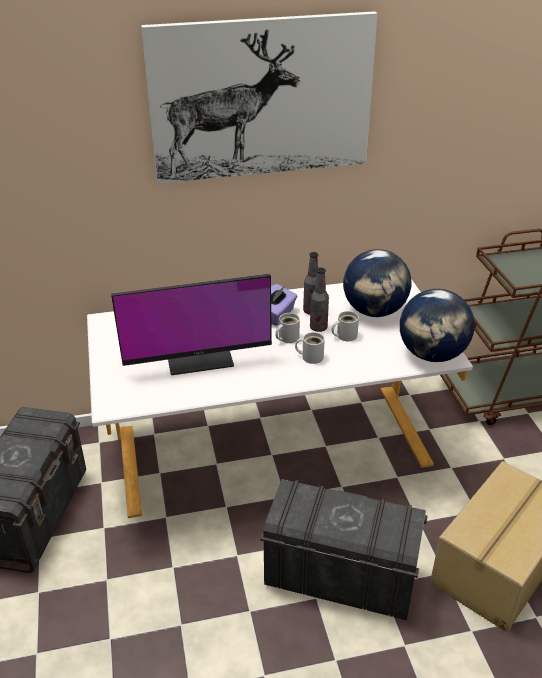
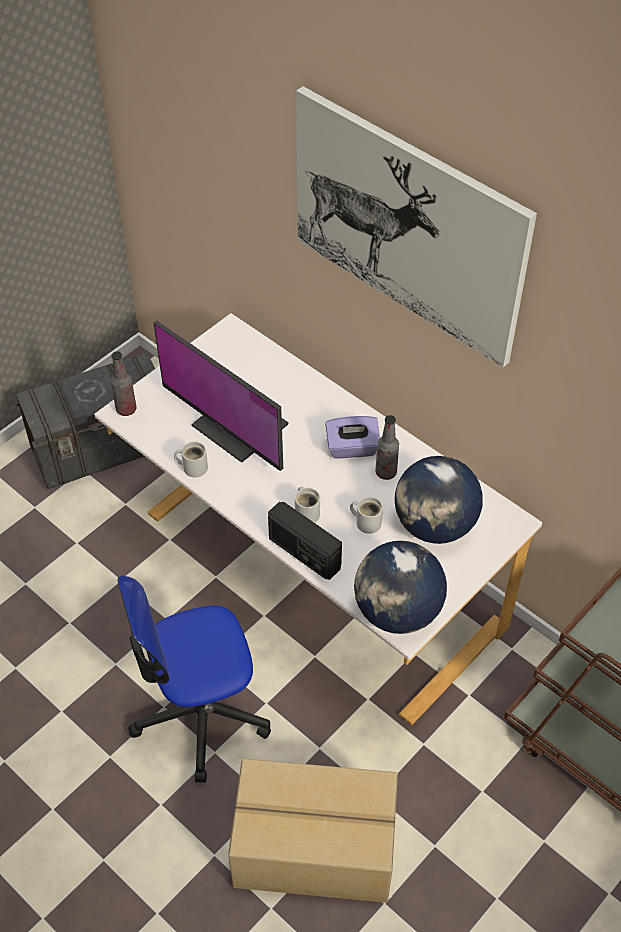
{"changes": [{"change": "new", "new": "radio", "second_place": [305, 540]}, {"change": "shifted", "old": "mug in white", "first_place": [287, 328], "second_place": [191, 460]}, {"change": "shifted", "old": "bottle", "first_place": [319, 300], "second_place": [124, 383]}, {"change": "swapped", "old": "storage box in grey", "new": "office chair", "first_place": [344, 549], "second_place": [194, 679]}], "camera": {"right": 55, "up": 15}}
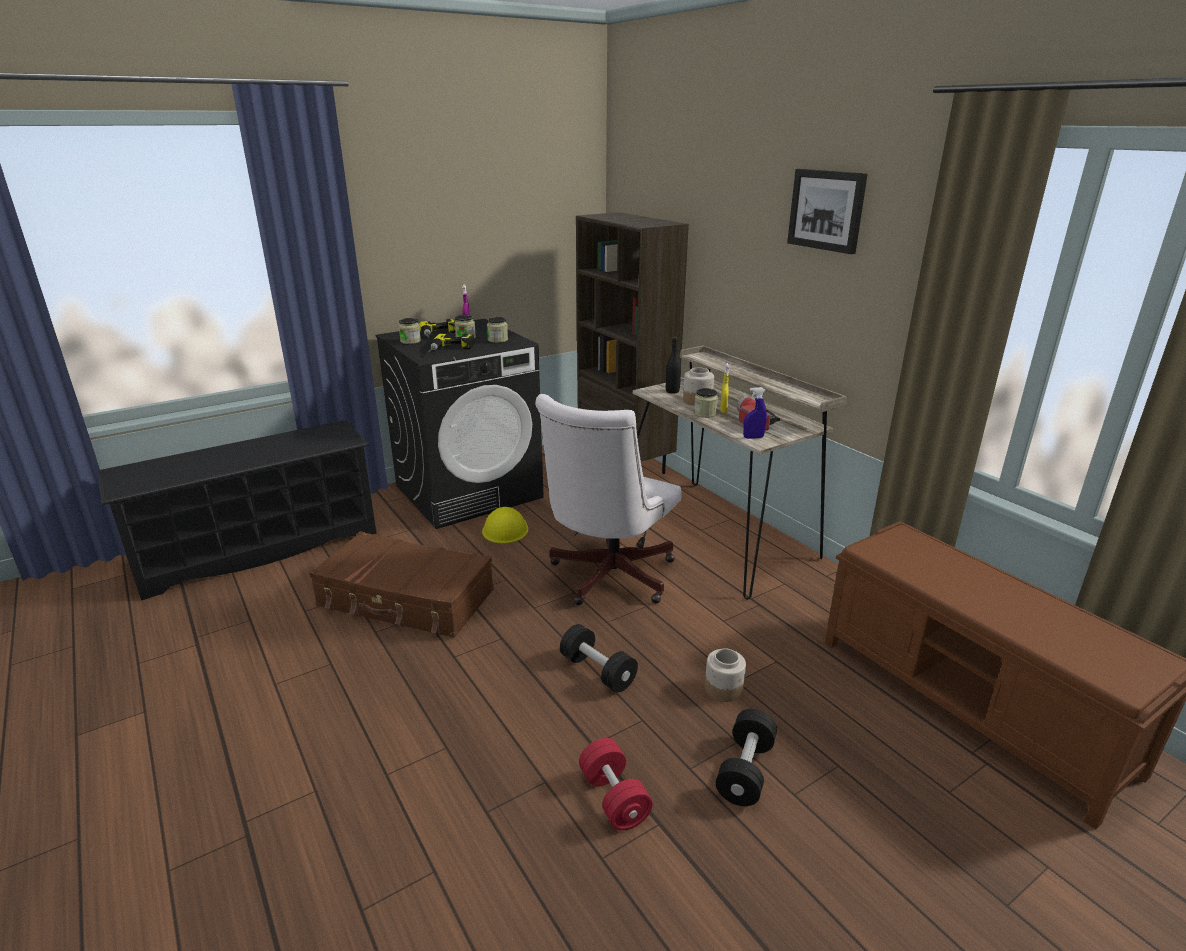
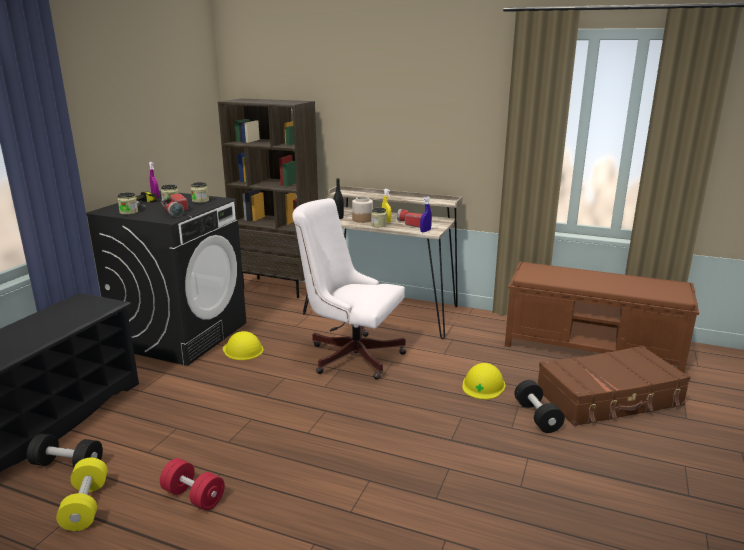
{"changes": [{"change": "gone", "old": "picture", "first_place": [827, 211]}, {"change": "new", "new": "dumbbell in yellow", "second_place": [82, 494]}, {"change": "shifted", "old": "suitcase in brown", "first_place": [401, 584], "second_place": [614, 386]}, {"change": "shifted", "old": "dumbbell in black", "first_place": [599, 658], "second_place": [65, 450]}, {"change": "shifted", "old": "dumbbell in red", "first_place": [616, 784], "second_place": [192, 484]}, {"change": "swapped", "old": "power drill", "new": "flashlight", "first_place": [451, 343], "second_place": [174, 205]}, {"change": "swapped", "old": "jar", "new": "hard hat in yellow", "first_place": [725, 675], "second_place": [483, 381]}, {"change": "rotated", "old": "office chair in white", "first_place": [608, 499], "second_place": [349, 289], "degrees": 120}], "camera": {"right": -35, "up": -5}}
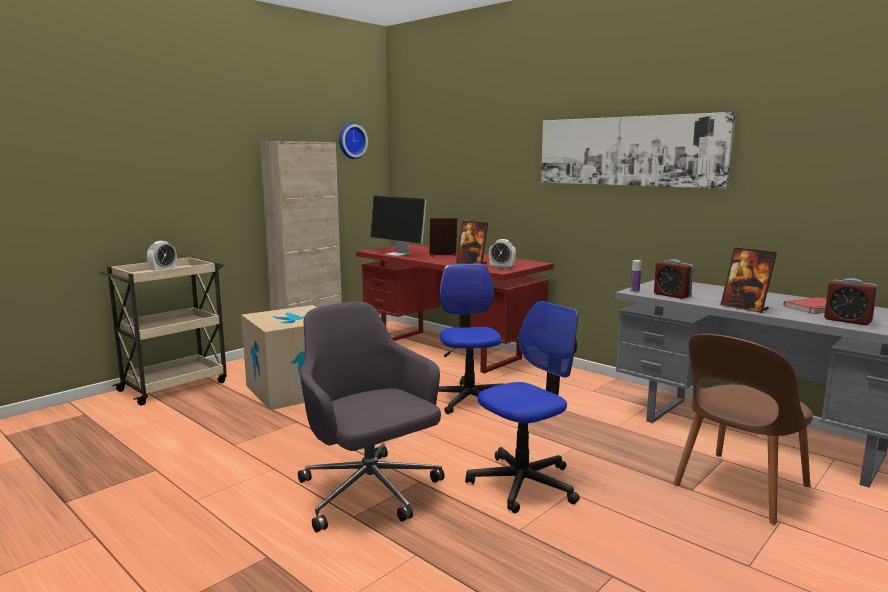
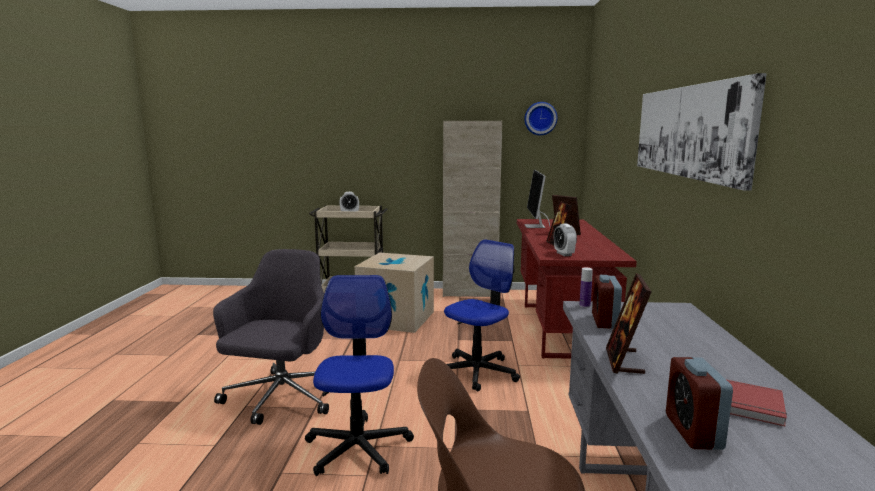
{"changes": [{"change": "rotated", "old": "office chair", "first_place": [522, 407], "second_place": [359, 375], "degrees": -105}], "camera": {"right": 50, "up": 0}}
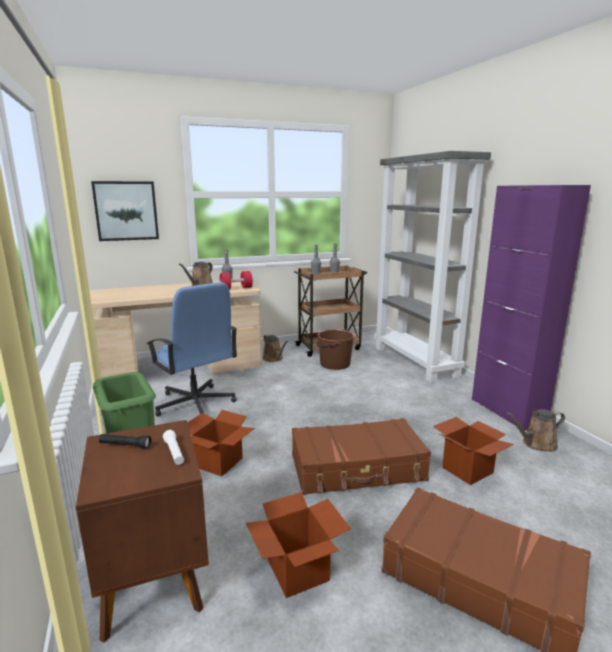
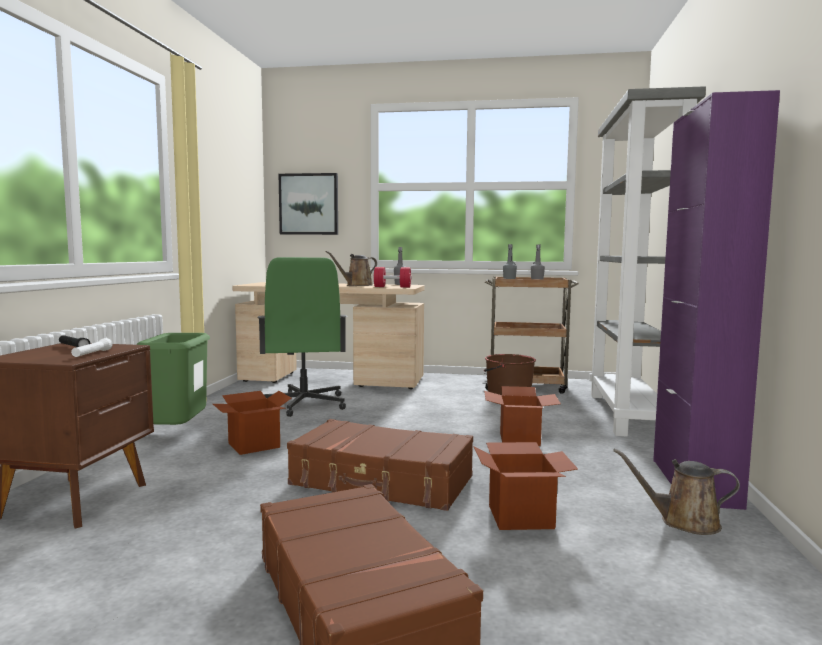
{"changes": [{"change": "gone", "old": "watering can in brown", "first_place": [275, 348]}, {"change": "shifted", "old": "cardboard box", "first_place": [298, 545], "second_place": [522, 416]}, {"change": "repainted", "old": "office chair in blue", "new": "office chair in green", "first_place": [192, 349], "second_place": [302, 337]}], "camera": {"right": 30, "up": -10}}
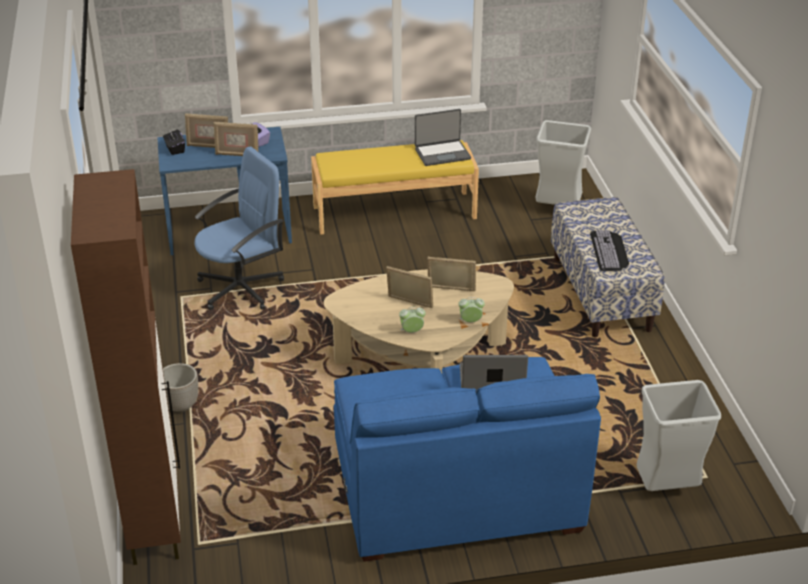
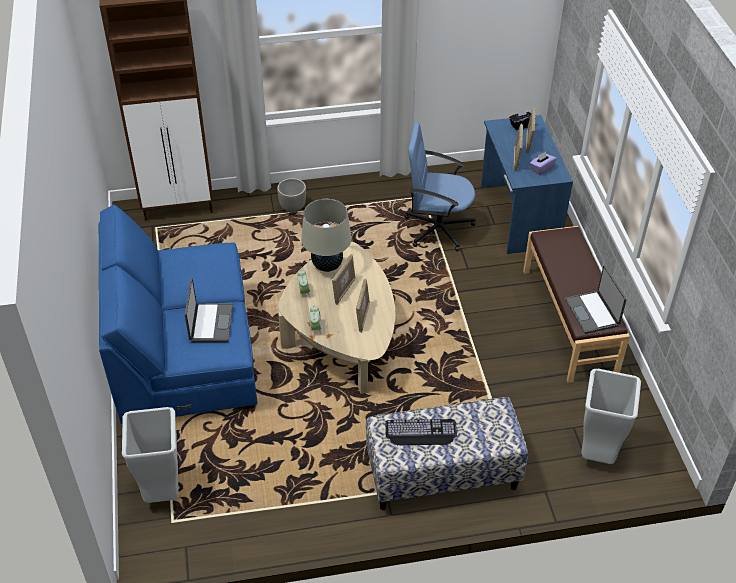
{"changes": [{"change": "new", "new": "table lamp in beige", "second_place": [326, 235]}, {"change": "repainted", "old": "bench in yellow", "new": "bench in brown", "first_place": [395, 187], "second_place": [576, 304]}, {"change": "rotated", "old": "office chair in blue", "first_place": [239, 228], "second_place": [440, 186], "degrees": 135}], "camera": {"right": 90, "up": 10}}
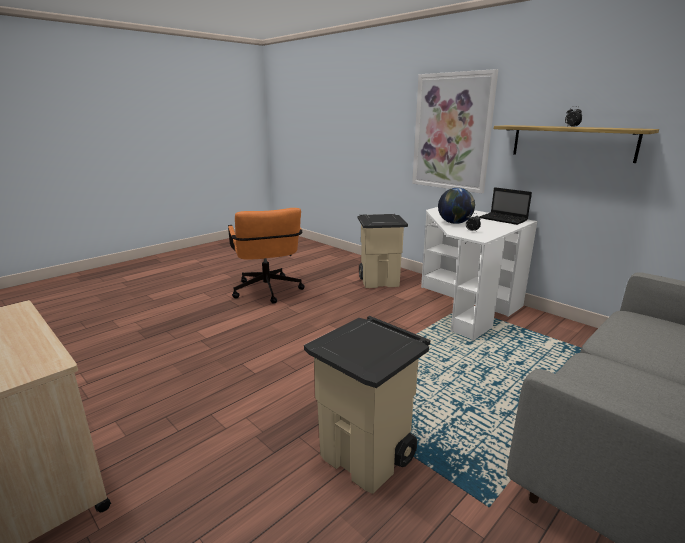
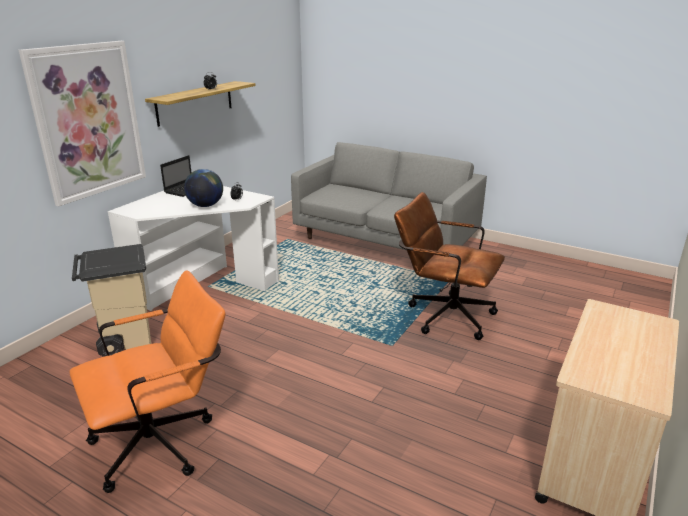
{"changes": [{"change": "swapped", "old": "trash can in beige", "new": "office chair in brown", "first_place": [367, 405], "second_place": [449, 266]}], "camera": {"right": -105, "up": 5}}
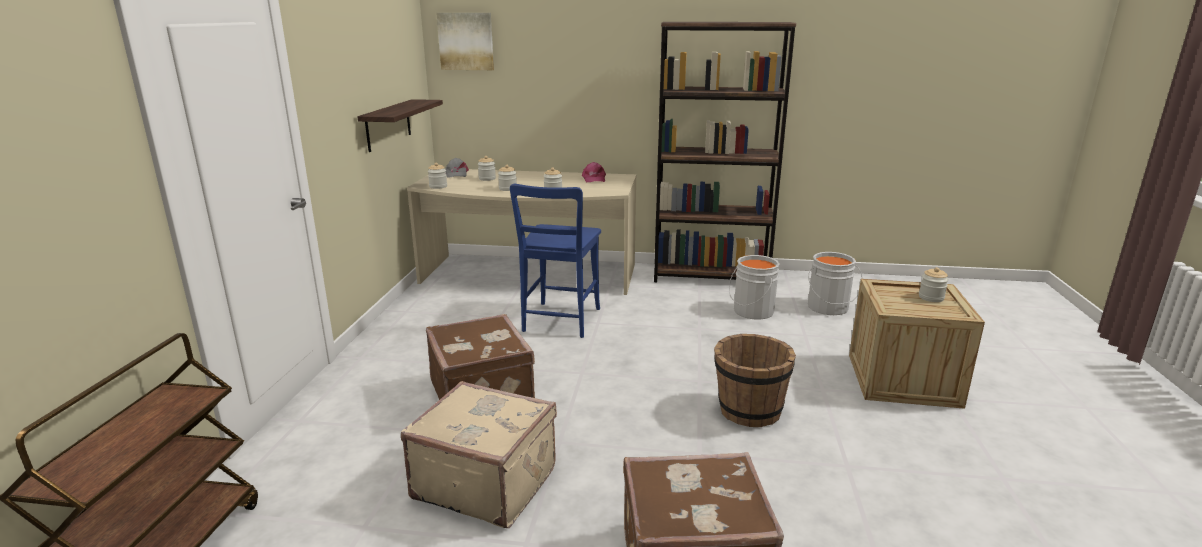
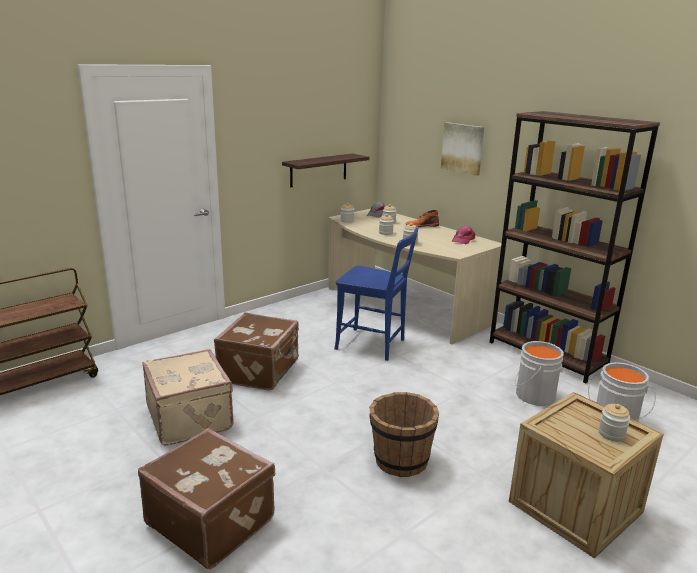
{"changes": [{"change": "new", "new": "boot in orange", "second_place": [422, 218]}, {"change": "shifted", "old": "picture", "first_place": [465, 41], "second_place": [462, 149]}, {"change": "rotated", "old": "chair in blue", "first_place": [555, 261], "second_place": [376, 294], "degrees": -120}], "camera": {"right": 40, "up": 0}}
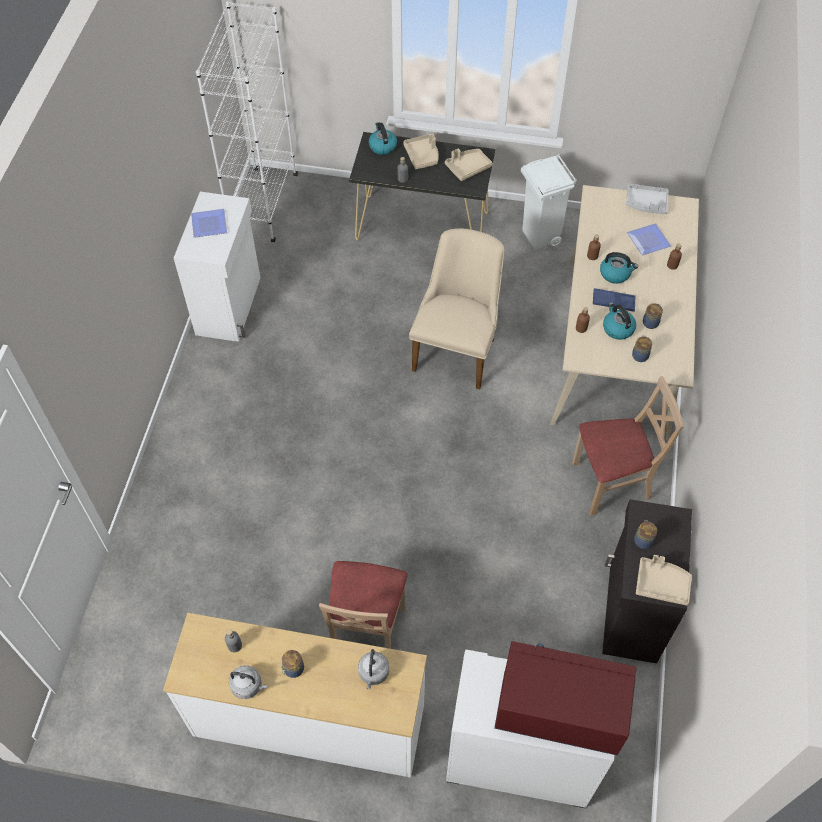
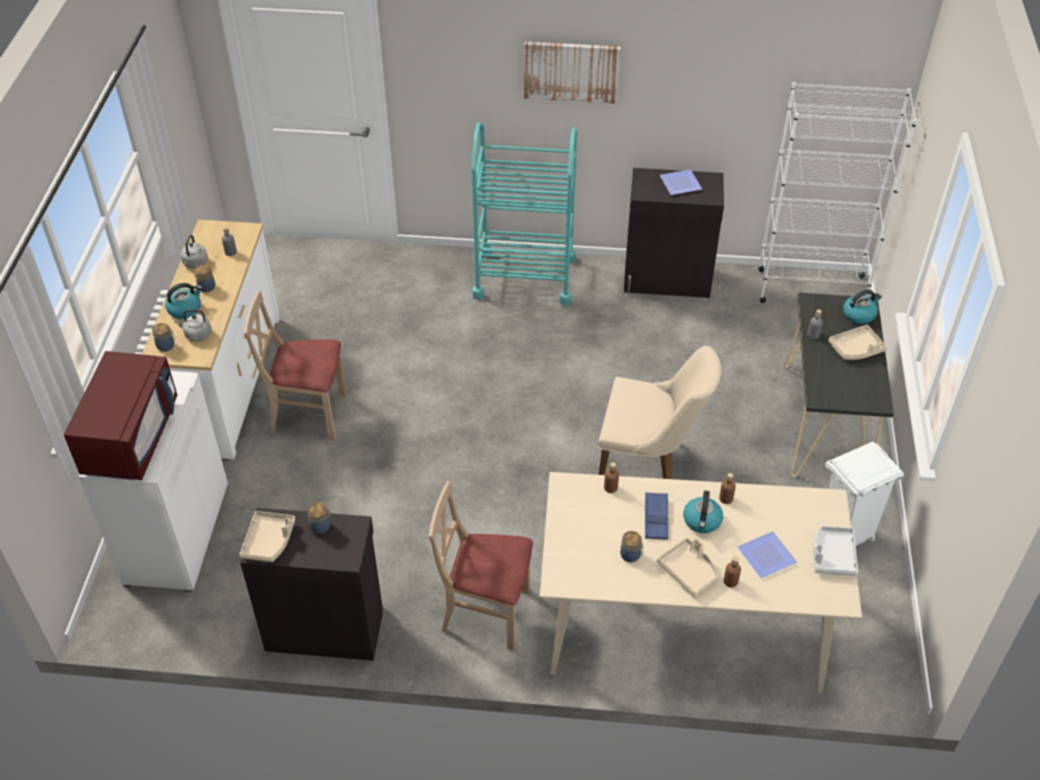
{"changes": [{"change": "new", "new": "cart in turquoise", "second_place": [524, 214]}, {"change": "new", "new": "picture", "second_place": [572, 73]}, {"change": "shifted", "old": "tray in beige", "first_place": [469, 165], "second_place": [688, 567]}, {"change": "shifted", "old": "kettle", "first_place": [619, 321], "second_place": [183, 301]}, {"change": "shifted", "old": "jar", "first_place": [642, 348], "second_place": [164, 337]}, {"change": "repainted", "old": "cabinet in white", "new": "cabinet in black", "first_place": [217, 267], "second_place": [674, 233]}, {"change": "rotated", "old": "chair in beige", "first_place": [628, 446], "second_place": [481, 565], "degrees": 120}], "camera": {"right": 85, "up": -10}}
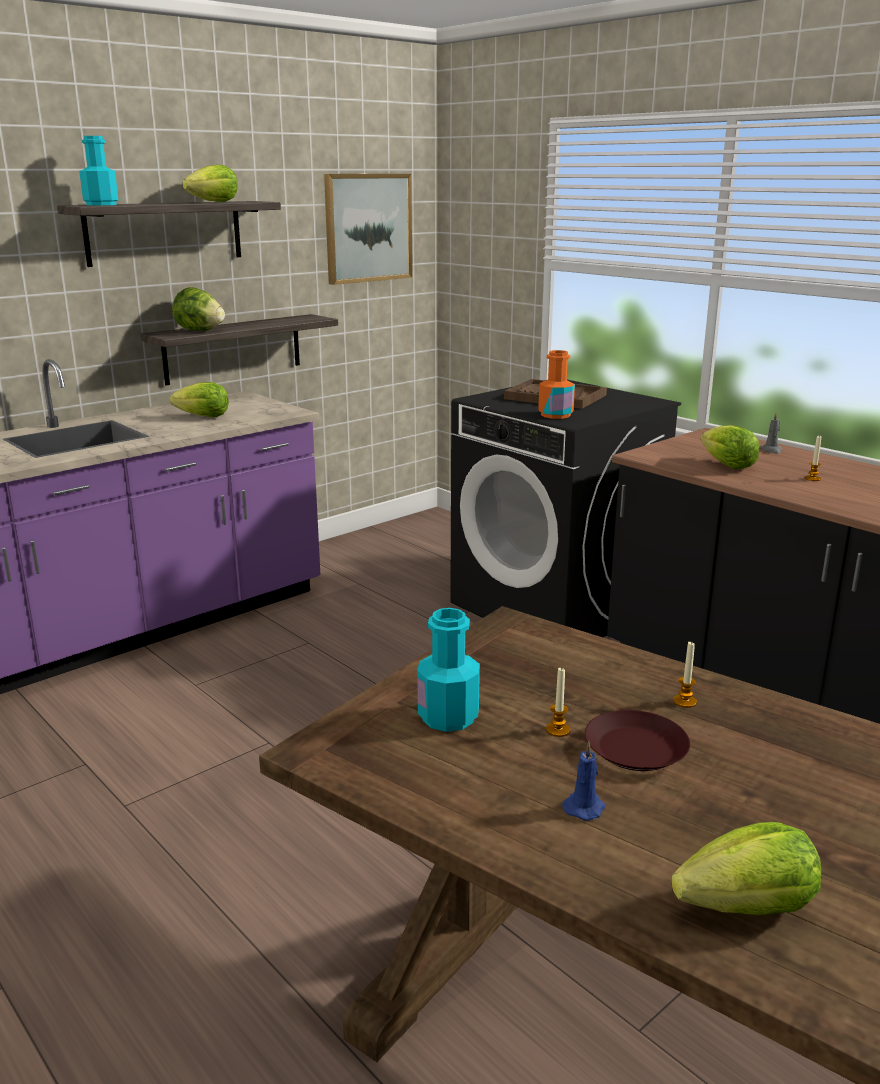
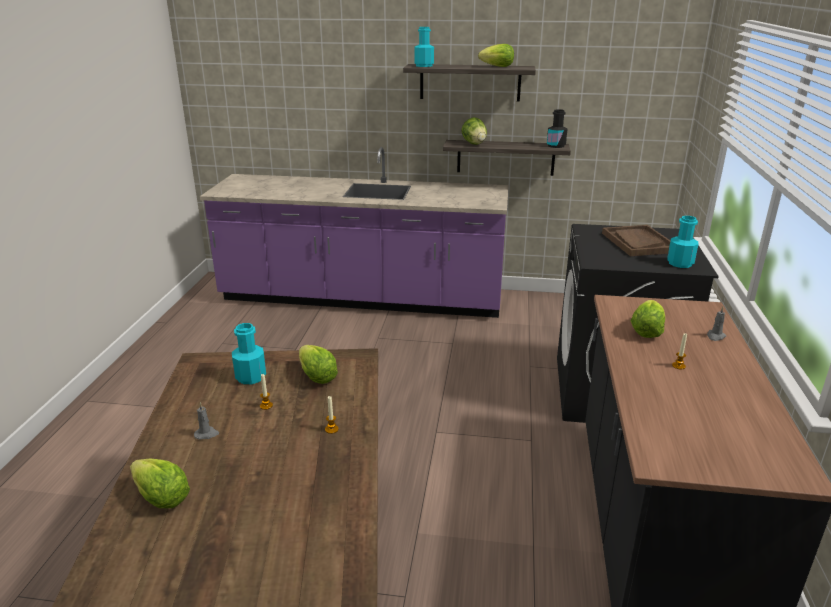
{"changes": [{"change": "gone", "old": "picture", "first_place": [368, 229]}, {"change": "gone", "old": "bottle in orange", "first_place": [556, 384]}, {"change": "gone", "old": "plate in brown", "first_place": [637, 740]}, {"change": "new", "new": "bottle in black", "second_place": [557, 128]}, {"change": "new", "new": "bottle in turquoise", "second_place": [683, 242]}, {"change": "shifted", "old": "lettuce", "first_place": [199, 399], "second_place": [318, 364]}, {"change": "repainted", "old": "candle in blue", "new": "candle in grey", "first_place": [583, 781], "second_place": [206, 421]}], "camera": {"right": 50, "up": 5}}
